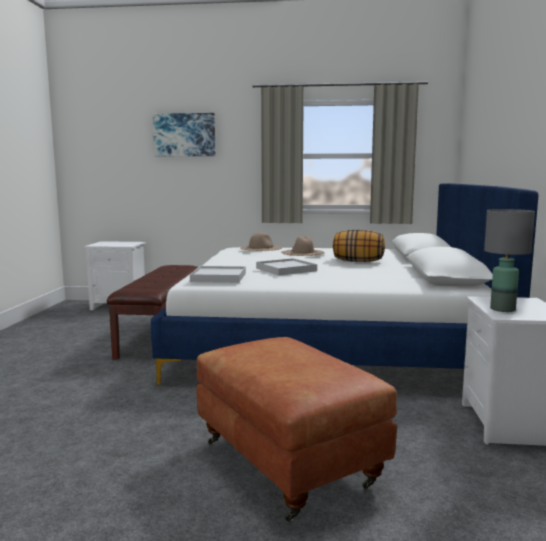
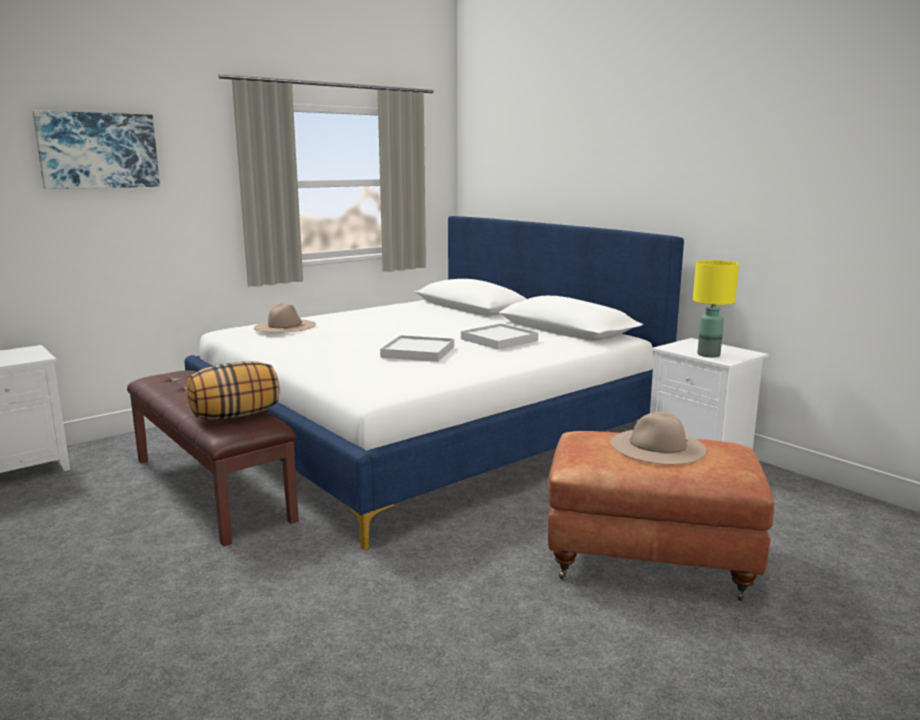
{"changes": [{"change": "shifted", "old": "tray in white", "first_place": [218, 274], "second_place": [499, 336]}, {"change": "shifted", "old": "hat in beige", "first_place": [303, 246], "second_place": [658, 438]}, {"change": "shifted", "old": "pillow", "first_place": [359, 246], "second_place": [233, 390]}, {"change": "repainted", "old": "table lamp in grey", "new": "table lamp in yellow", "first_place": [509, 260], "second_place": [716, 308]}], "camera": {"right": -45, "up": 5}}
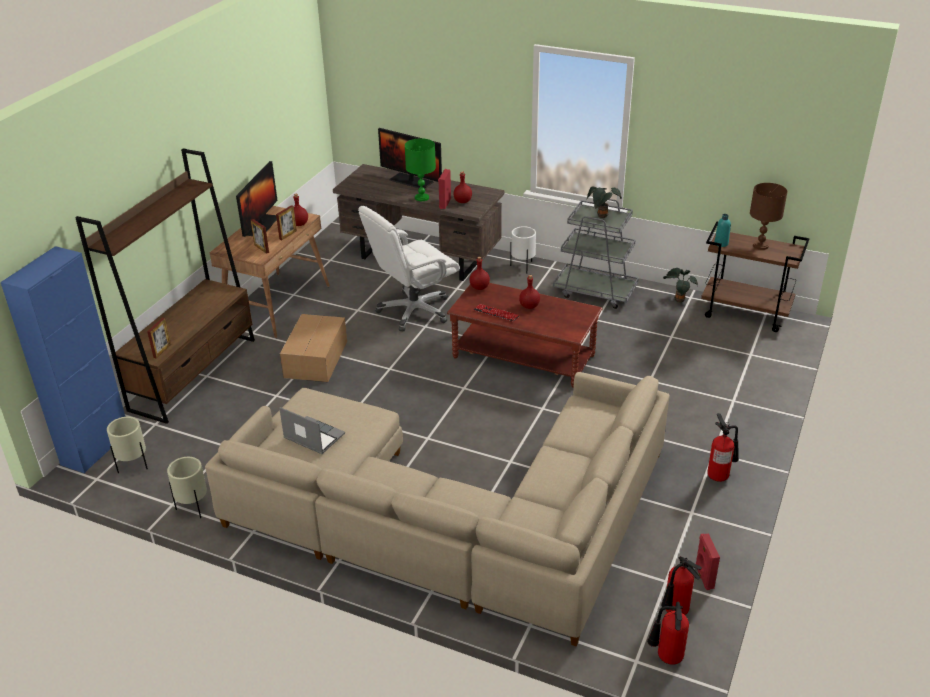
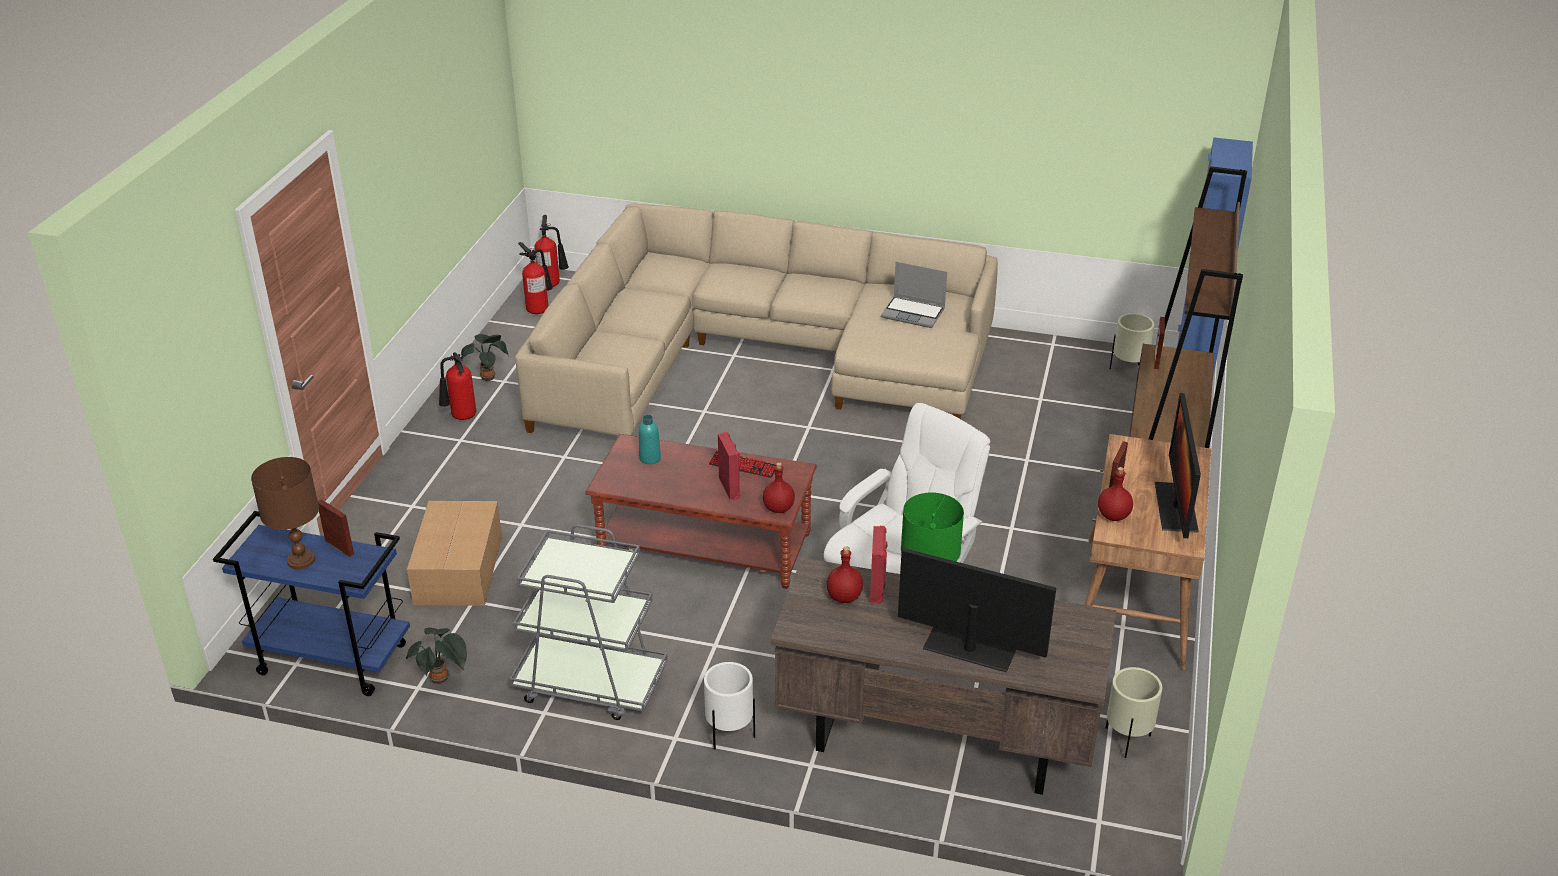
{"changes": [{"change": "gone", "old": "bottle in red", "first_place": [529, 292]}, {"change": "shifted", "old": "planter in beige", "first_place": [187, 487], "second_place": [1134, 712]}, {"change": "shifted", "old": "picture frame", "first_place": [260, 236], "second_place": [336, 528]}, {"change": "shifted", "old": "cardboard box", "first_place": [313, 348], "second_place": [454, 553]}, {"change": "shifted", "old": "potted plant", "first_place": [604, 202], "second_place": [485, 357]}, {"change": "shifted", "old": "speaker in red", "first_place": [707, 561], "second_place": [729, 465]}, {"change": "shifted", "old": "bottle in turquoise", "first_place": [722, 230], "second_place": [650, 439]}, {"change": "repainted", "old": "cart in brown", "new": "cart in blue", "first_place": [755, 277], "second_place": [311, 603]}], "camera": {"right": 170, "up": 0}}
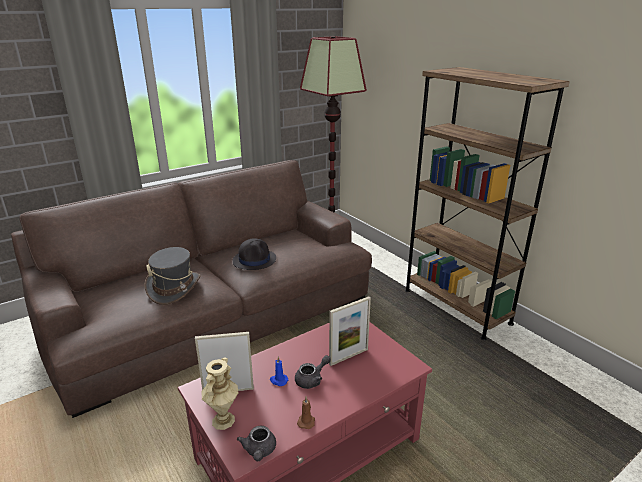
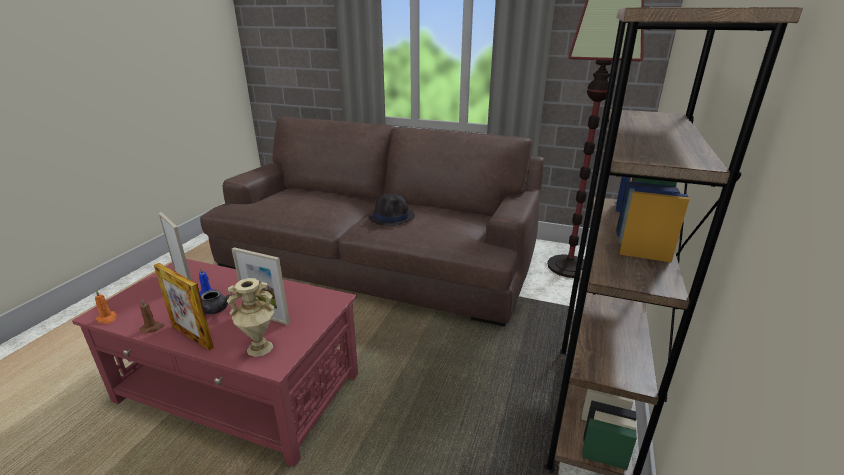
{"changes": [{"change": "gone", "old": "hat in grey", "first_place": [172, 276]}, {"change": "new", "new": "picture frame", "second_place": [184, 307]}, {"change": "shifted", "old": "vase in beige", "first_place": [220, 393], "second_place": [250, 317]}, {"change": "swapped", "old": "teapot in grey", "new": "candle in orange", "first_place": [256, 443], "second_place": [106, 307]}], "camera": {"right": 55, "up": 0}}
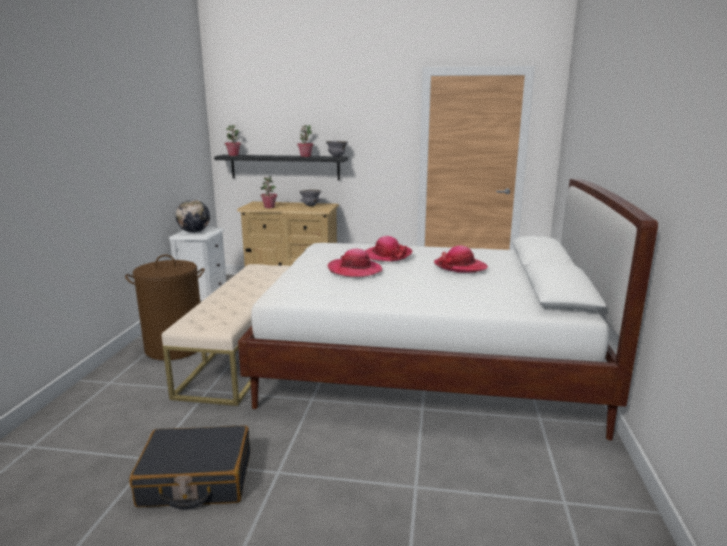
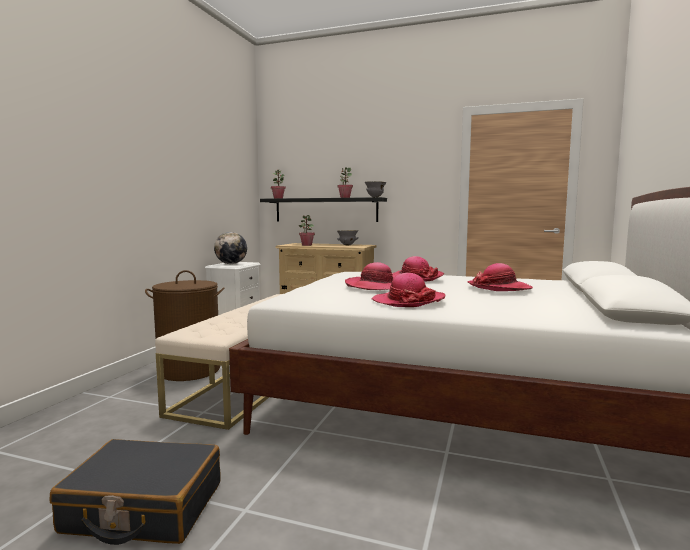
{"changes": [{"change": "new", "new": "hat", "second_place": [409, 290]}], "camera": {"right": 10, "up": -10}}
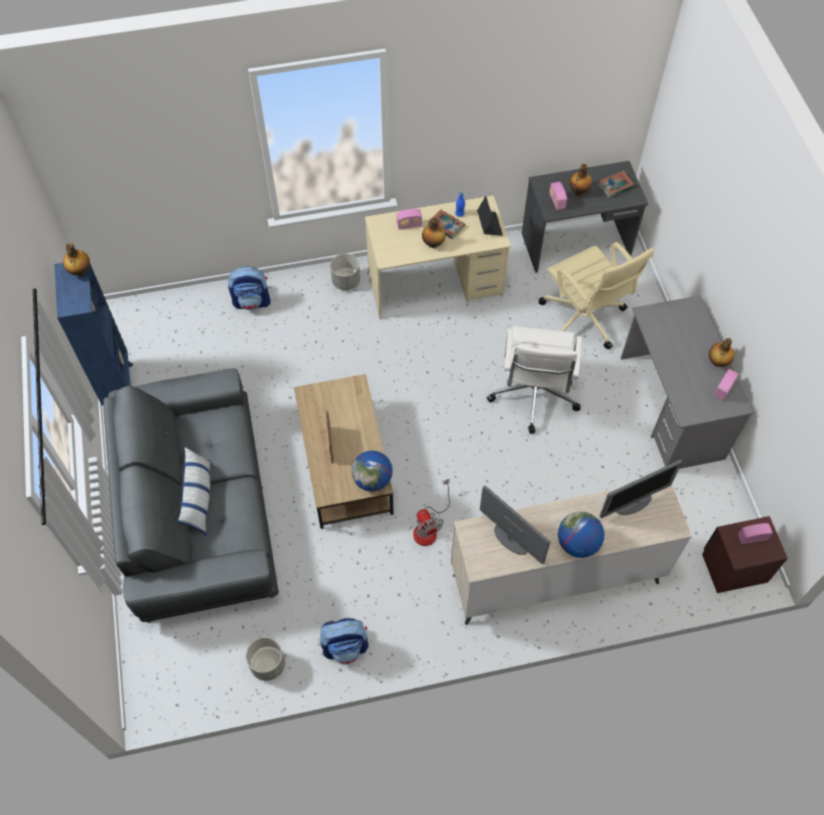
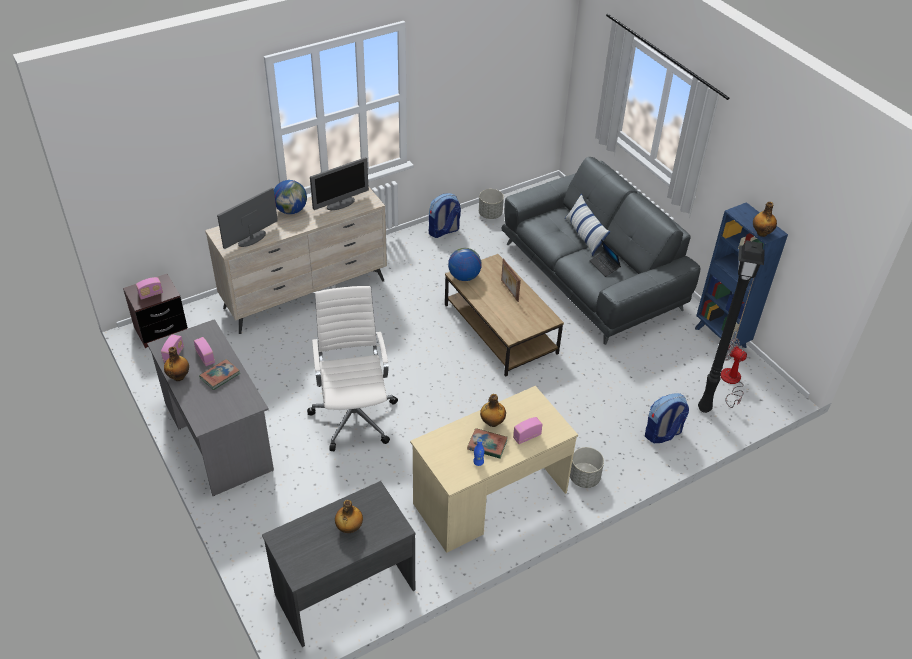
{"changes": [{"change": "gone", "old": "office chair in beige", "first_place": [596, 295]}, {"change": "new", "new": "floor lamp in black", "second_place": [731, 326]}, {"change": "shifted", "old": "fan", "first_place": [431, 512], "second_place": [734, 373]}, {"change": "shifted", "old": "laptop", "first_place": [490, 216], "second_place": [605, 258]}, {"change": "shifted", "old": "radio", "first_place": [558, 196], "second_place": [204, 351]}, {"change": "shifted", "old": "book", "first_place": [616, 184], "second_place": [219, 374]}, {"change": "rotated", "old": "monitor", "first_place": [515, 524], "second_place": [339, 183], "degrees": -60}], "camera": {"right": 160, "up": -15}}
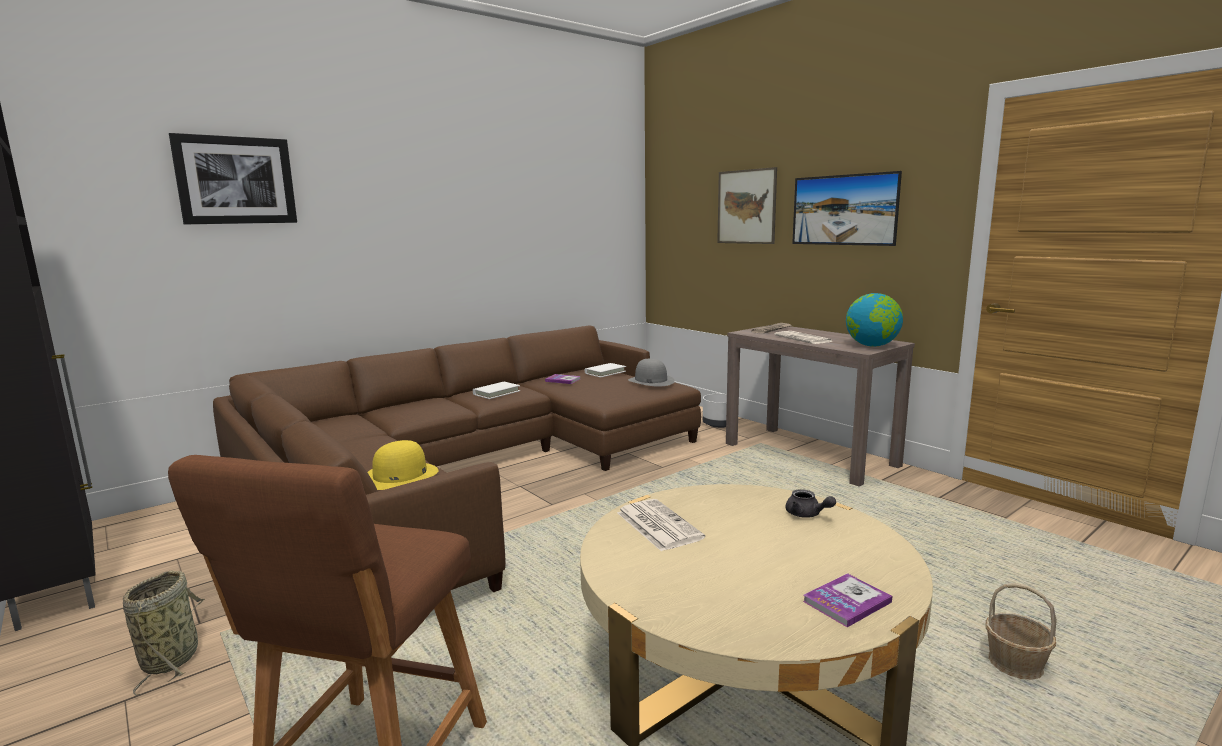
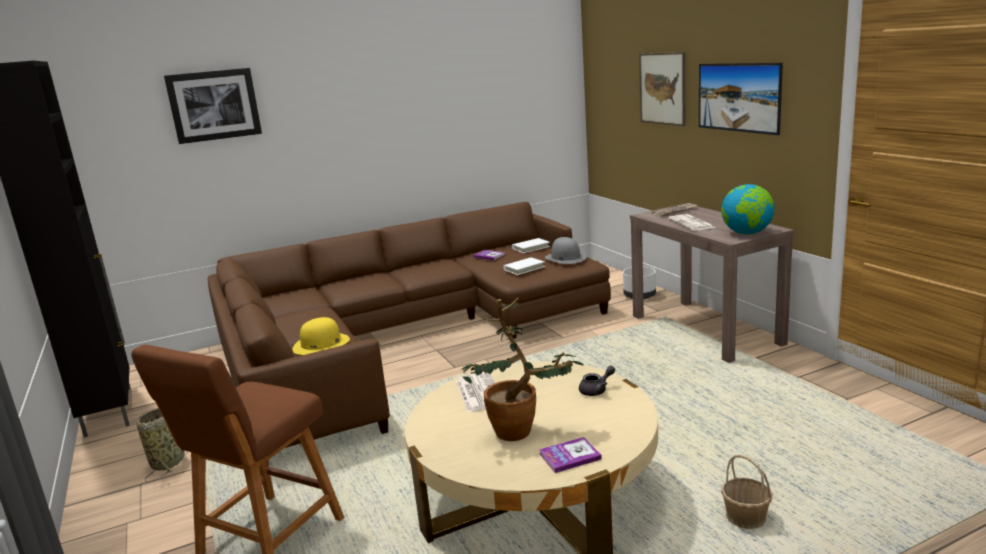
{"changes": [{"change": "new", "new": "potted plant", "second_place": [523, 369]}, {"change": "shifted", "old": "book in white", "first_place": [496, 390], "second_place": [524, 266]}, {"change": "rotated", "old": "teapot in grey", "first_place": [811, 503], "second_place": [597, 381], "degrees": -90}], "camera": {"right": 15, "up": 5}}
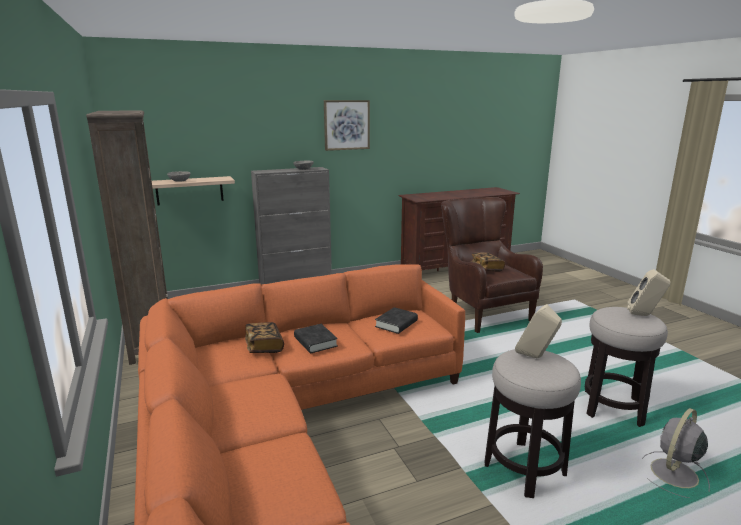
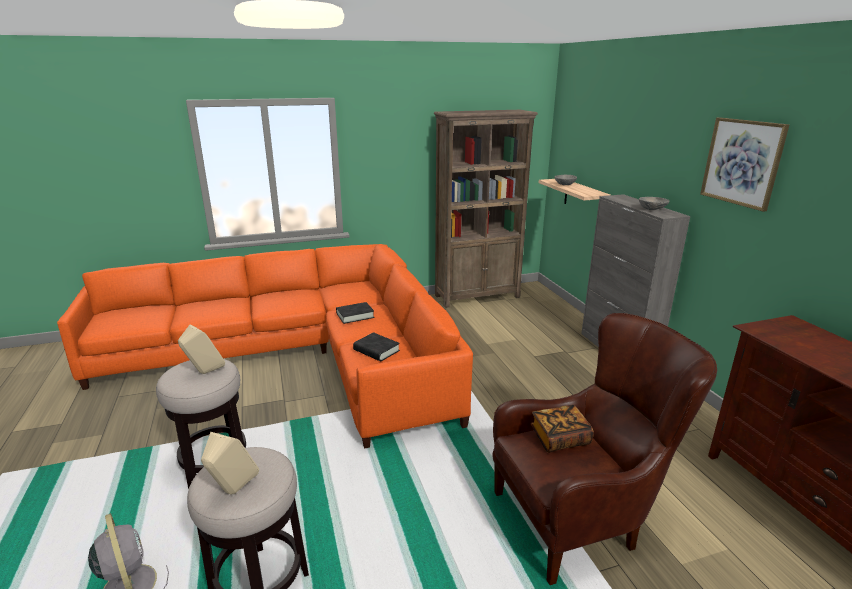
{"changes": [{"change": "gone", "old": "book", "first_place": [264, 337]}], "camera": {"right": 95, "up": 5}}
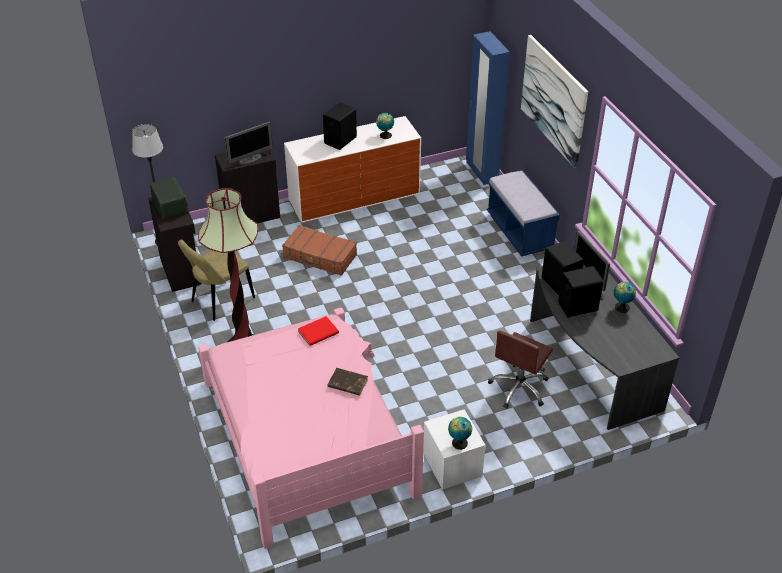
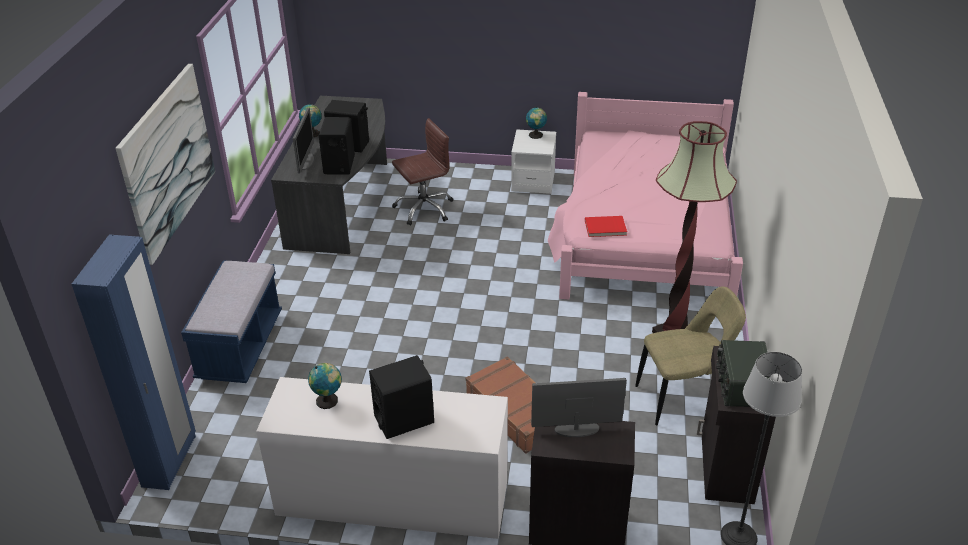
{"changes": [{"change": "gone", "old": "book in brown", "first_place": [347, 382]}], "camera": {"right": -150, "up": -5}}
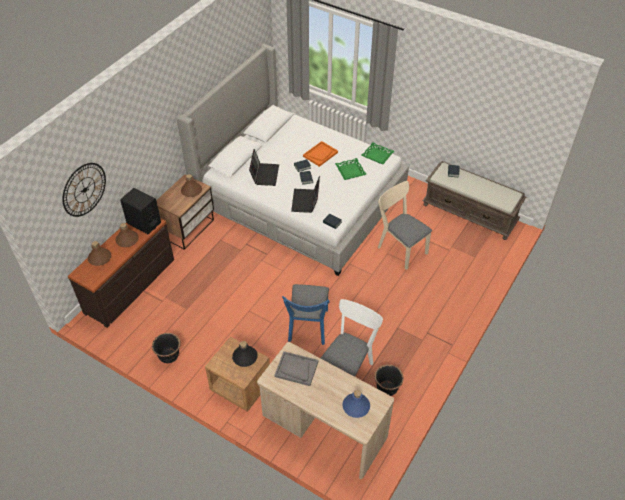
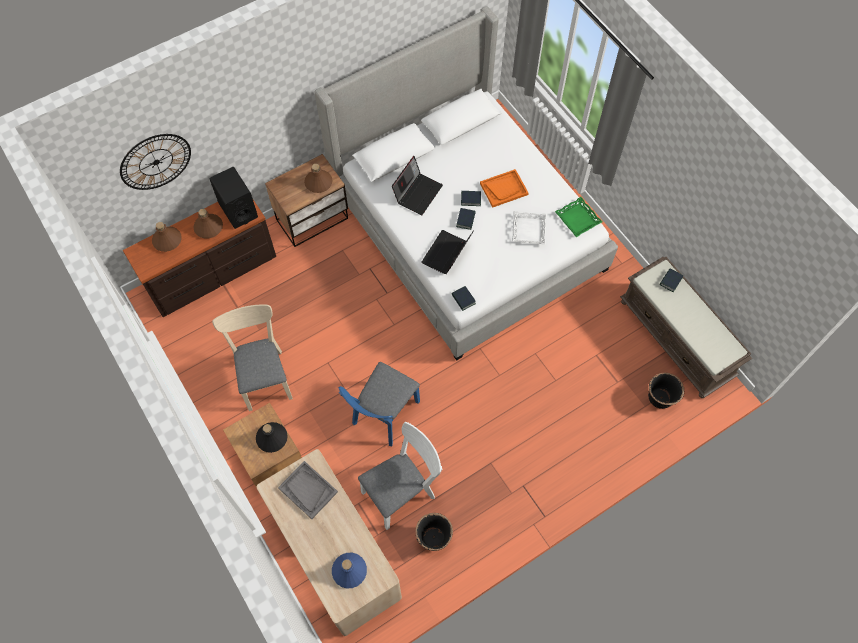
{"changes": [{"change": "shifted", "old": "planter in black", "first_place": [166, 348], "second_place": [666, 390]}, {"change": "shifted", "old": "chair in beige", "first_place": [405, 225], "second_place": [252, 357]}, {"change": "repainted", "old": "tray in green", "new": "tray in white", "first_place": [351, 169], "second_place": [529, 228]}], "camera": {"right": 25, "up": 15}}
